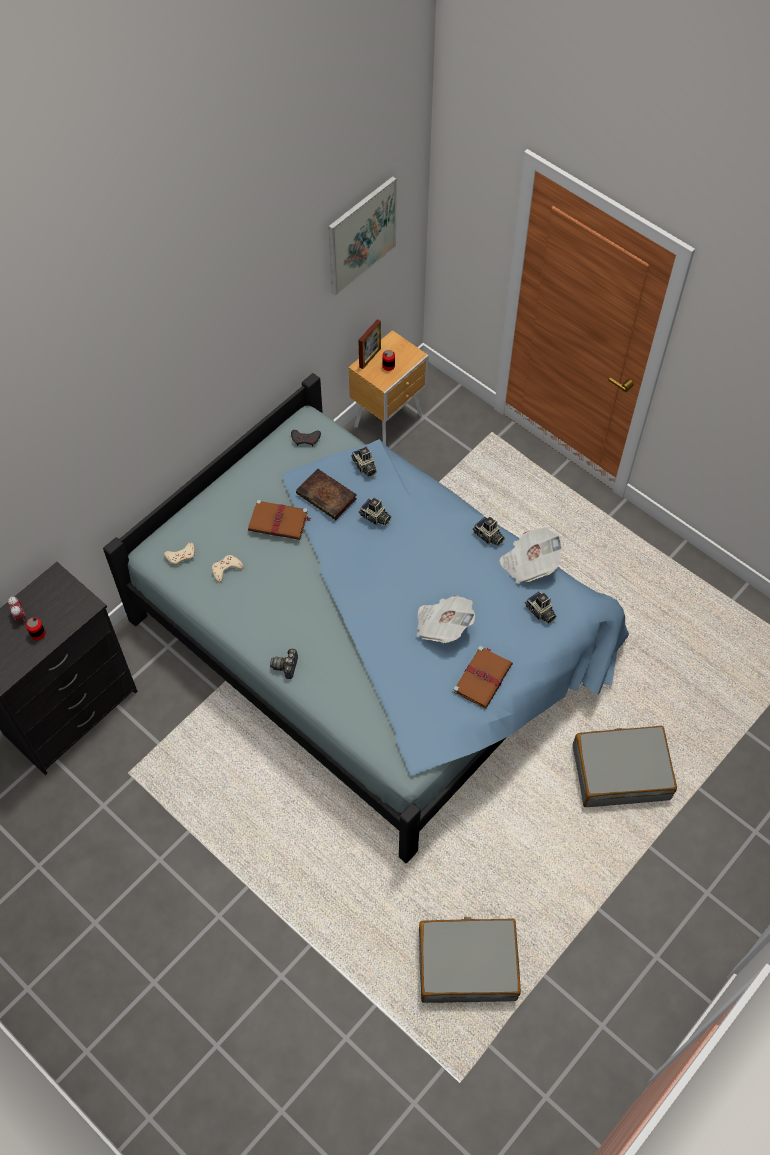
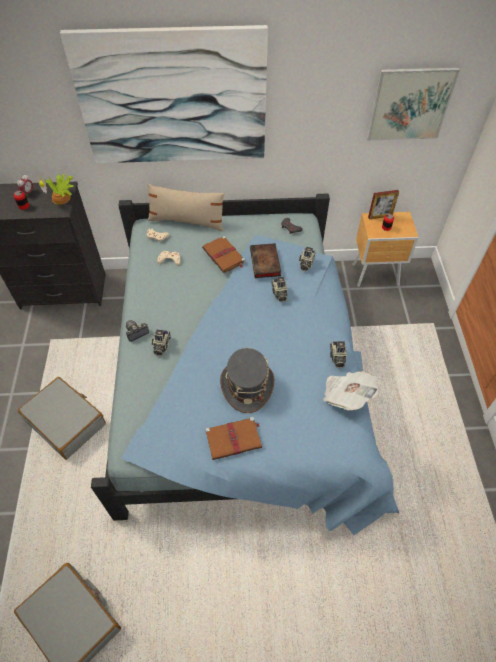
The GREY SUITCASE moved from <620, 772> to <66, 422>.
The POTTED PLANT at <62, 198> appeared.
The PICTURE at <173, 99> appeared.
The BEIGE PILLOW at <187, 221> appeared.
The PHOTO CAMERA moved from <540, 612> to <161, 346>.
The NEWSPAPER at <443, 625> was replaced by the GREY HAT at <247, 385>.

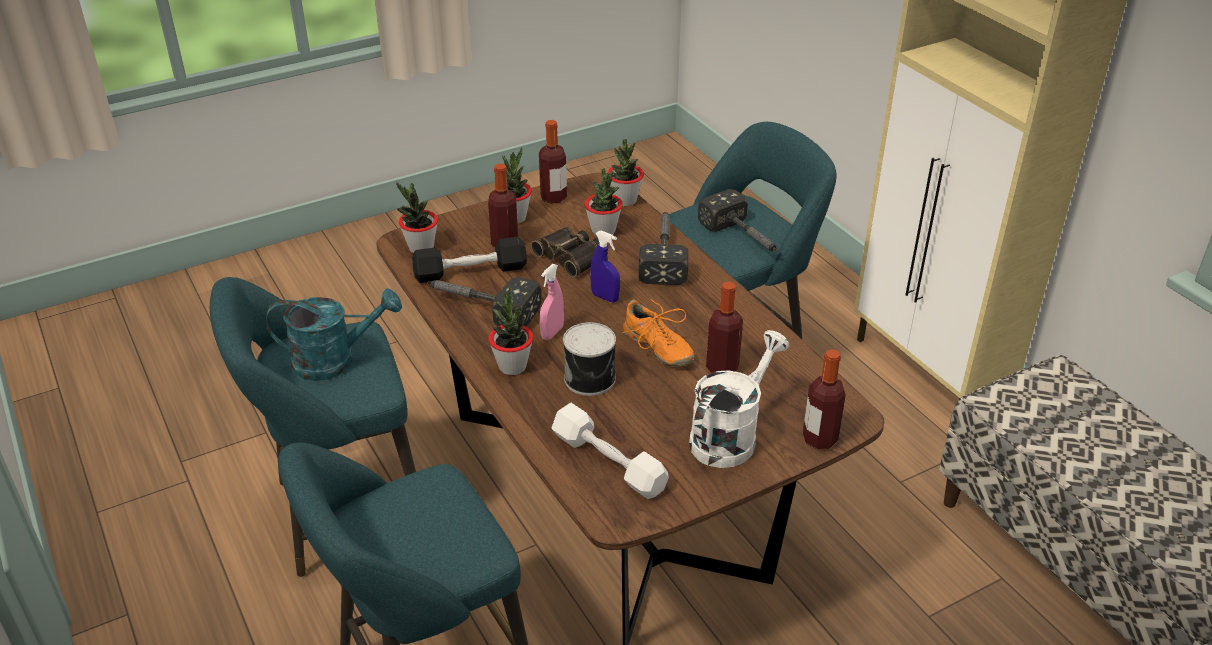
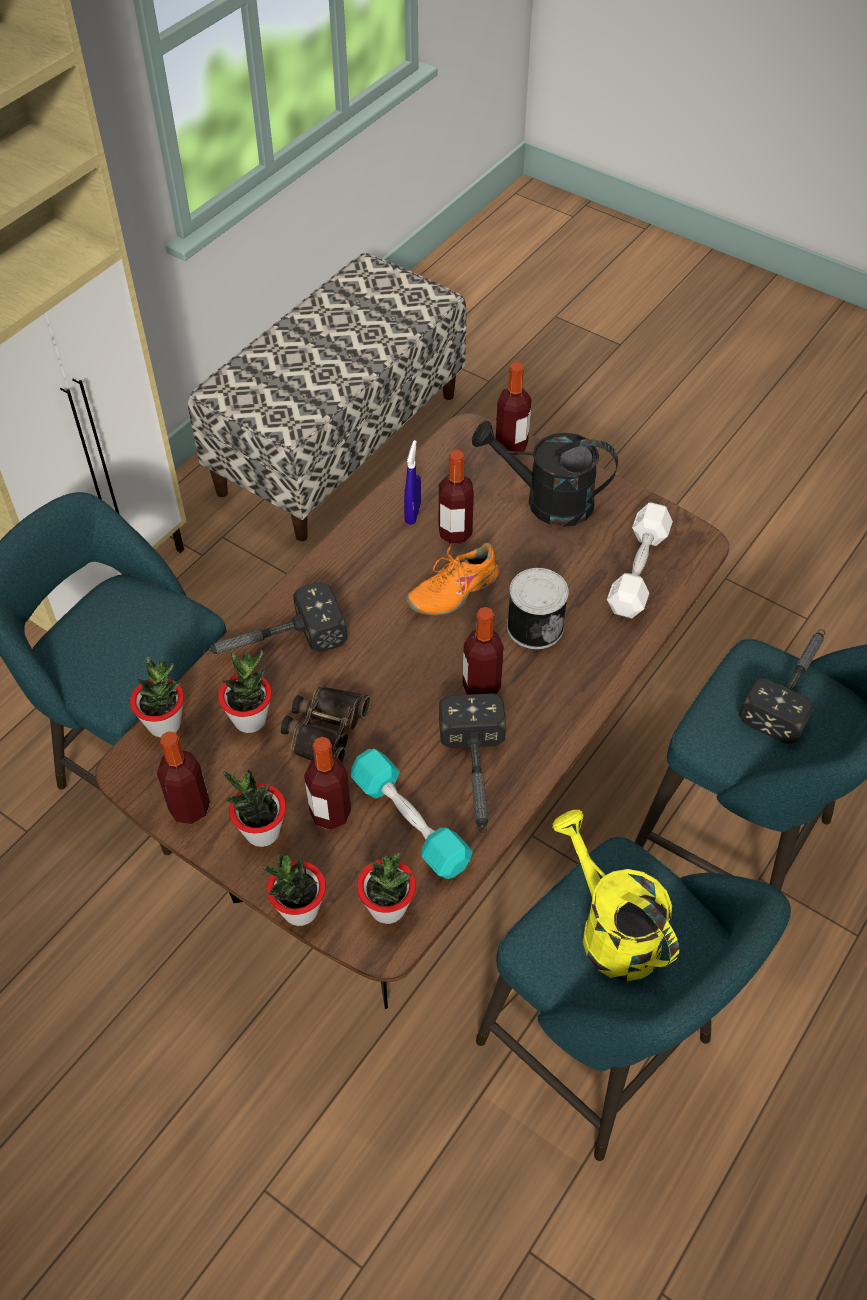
The POTTED PLANT moved from <512, 366> to <300, 910>.
The BLACK DUMBBELL at <470, 271> became the TURQUOISE DUMBBELL at <410, 822>.
The BLUE SPRAY BOTTLE moved from <605, 297> to <412, 514>.
The ORANGE SHOE at <657, 348> turned 150 degrees counterclockwise.
The PINK SPRAY BOTTLE at <552, 333> was replaced by the BOTTLE at <481, 687>.
The WHITE WATERING CAN at <730, 436> became the BLACK WATERING CAN at <547, 501>.
The TURQUOISE WATERING CAN at <335, 360> became the YELLOW WATERING CAN at <610, 930>.
The HAMMER moved from <744, 238> to <792, 686>.

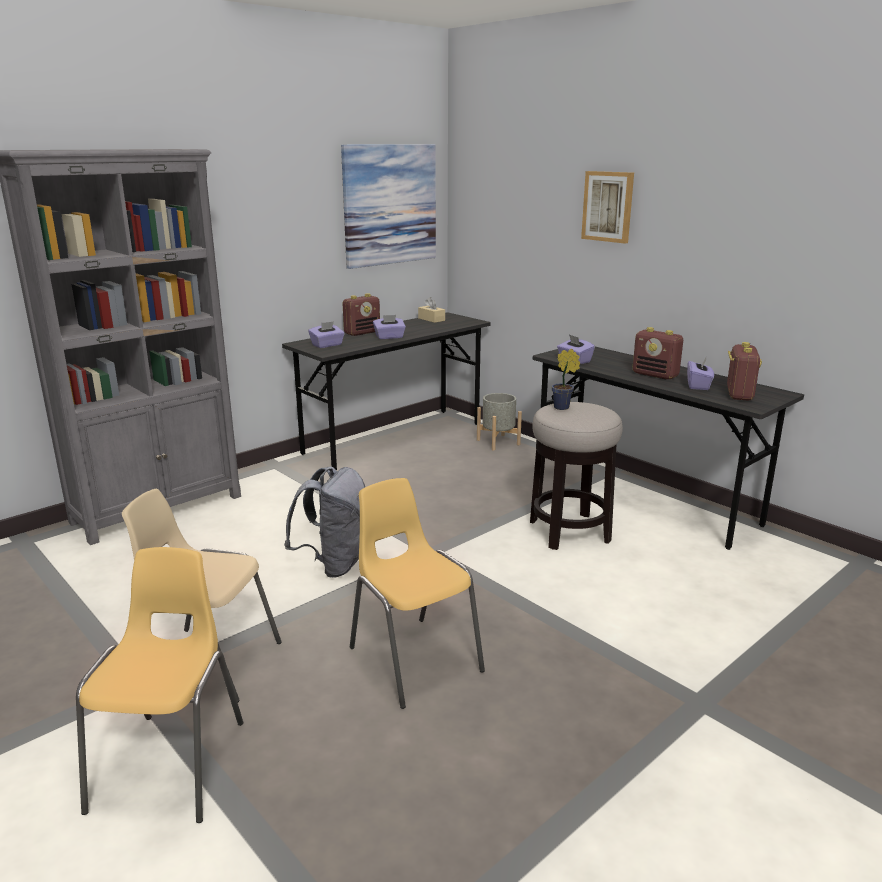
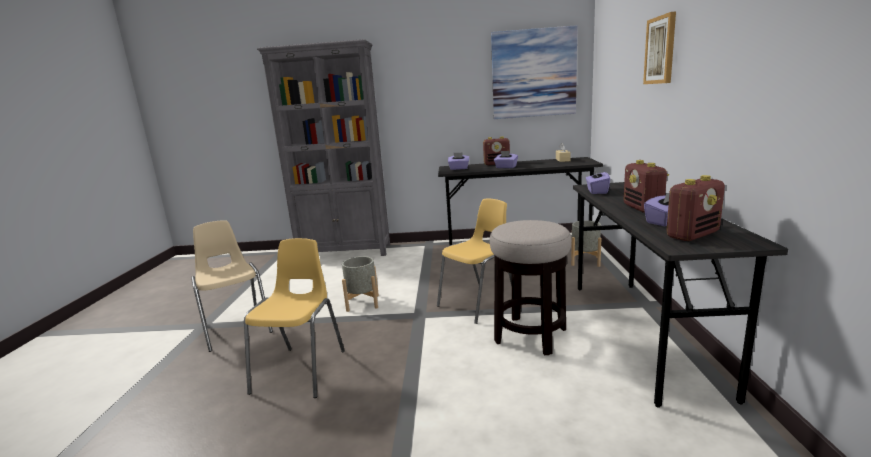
The GREY BACKPACK at <334, 564> was replaced by the GREY PLANTER at <362, 303>.
The YELLOW CHAIR moved from <172, 764> to <478, 303>.
The POTTED PLANT at <563, 407> disappeared.

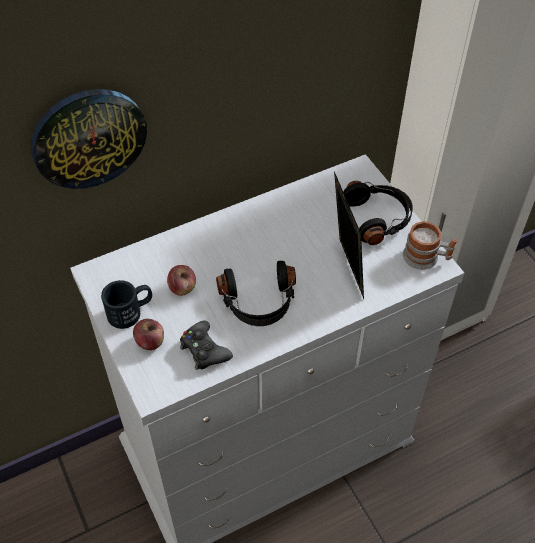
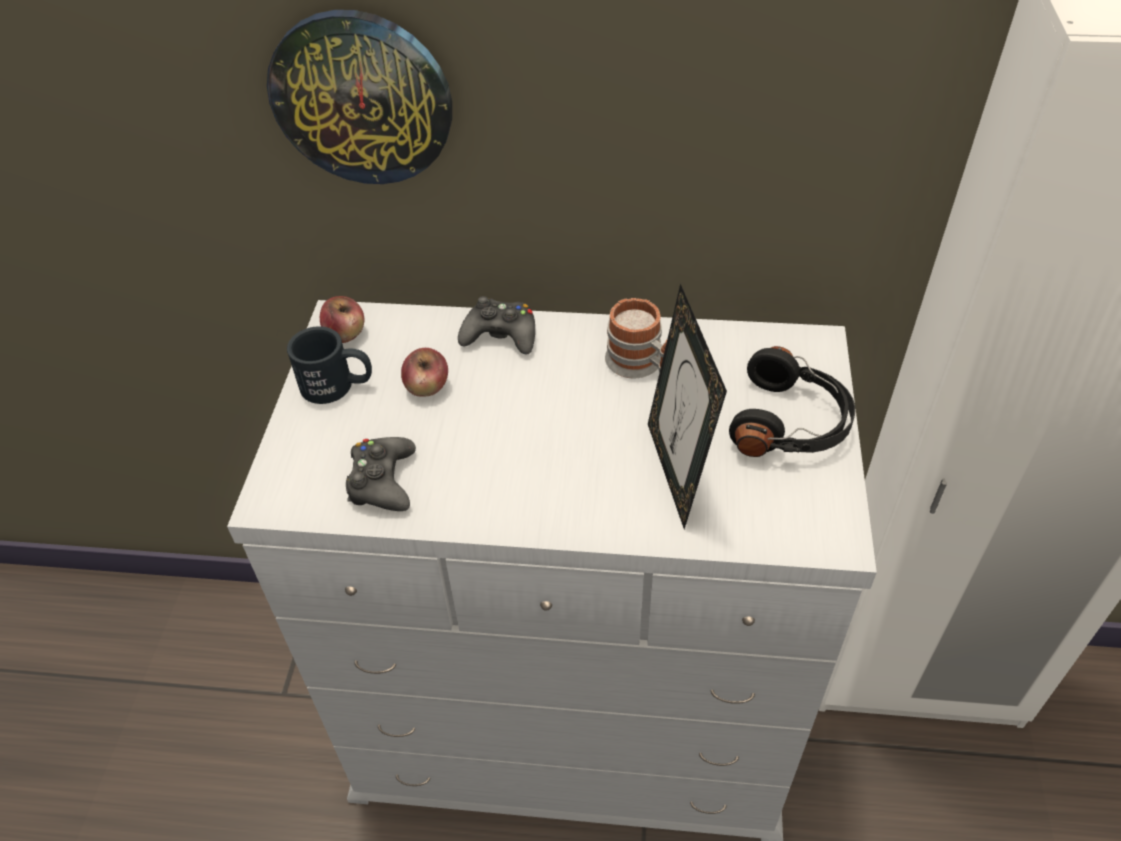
The APPLE moved from <150, 341> to <346, 334>.
The BLACK GAME CONTROLLER at <500, 335> appeared.
The MUG moved from <426, 258> to <640, 365>.
The PICTURE FRAME at <345, 270> turned 150 degrees clockwise.
The BLACK HEADPHONES at <259, 303> disappeared.

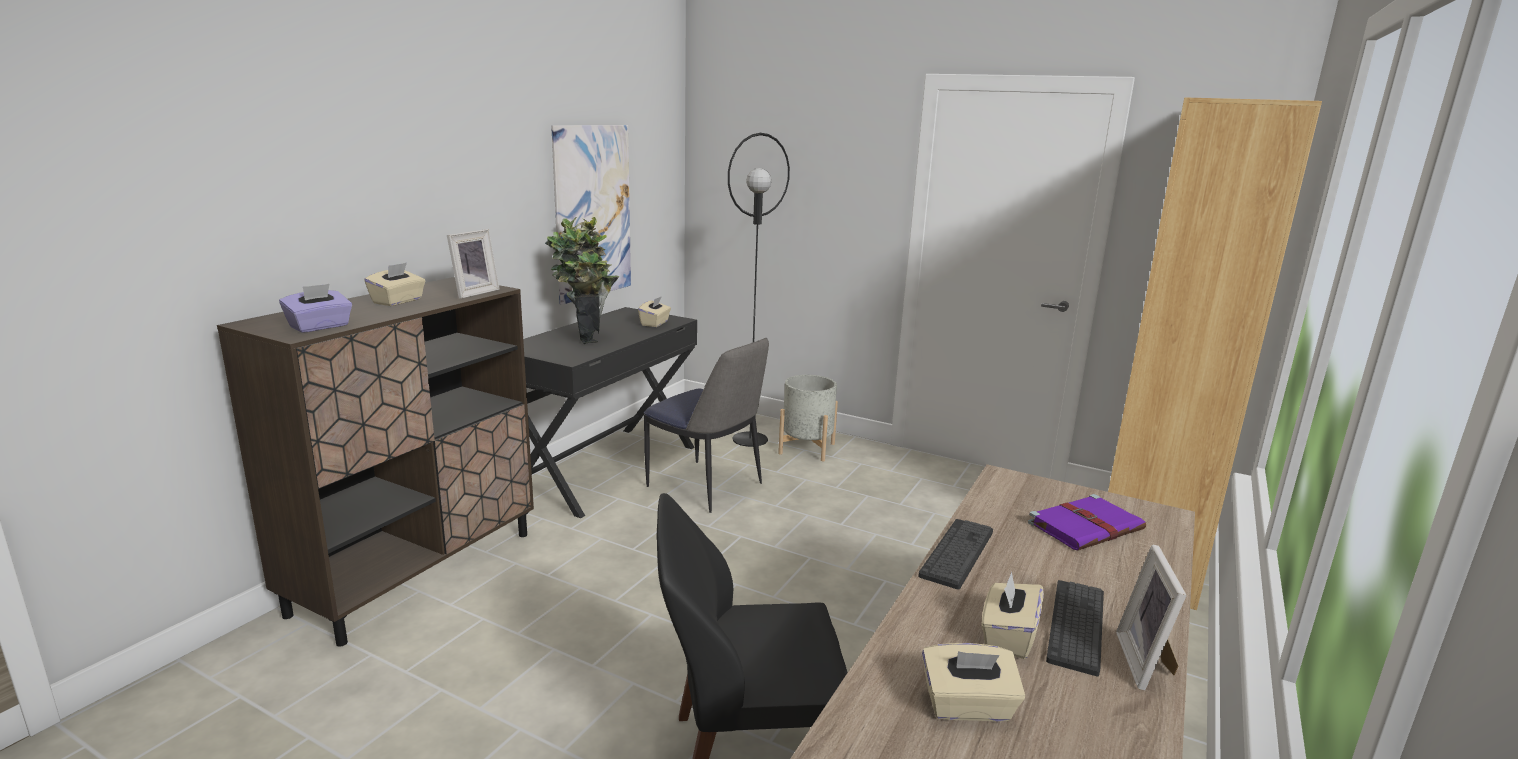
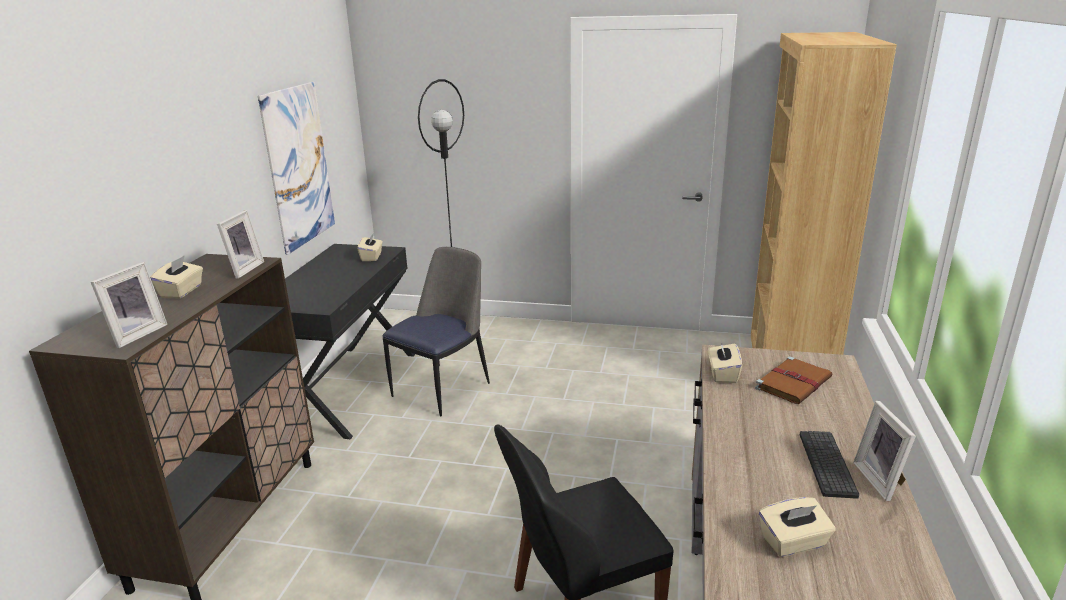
The PURPLE TISSUE BOX at <320, 327> was replaced by the PICTURE FRAME at <135, 334>.
The CHAIR at <707, 486> turned 75 degrees counterclockwise.
The BEIGE TISSUE BOX moved from <1008, 636> to <722, 374>.
The PURPLE BOOK at <1086, 526> became the BROWN BOOK at <794, 382>.
The POTTED PLANT at <586, 336> disappeared.
The GREY PLANTER at <807, 448> disappeared.
The KEYBOARD at <957, 553> disappeared.

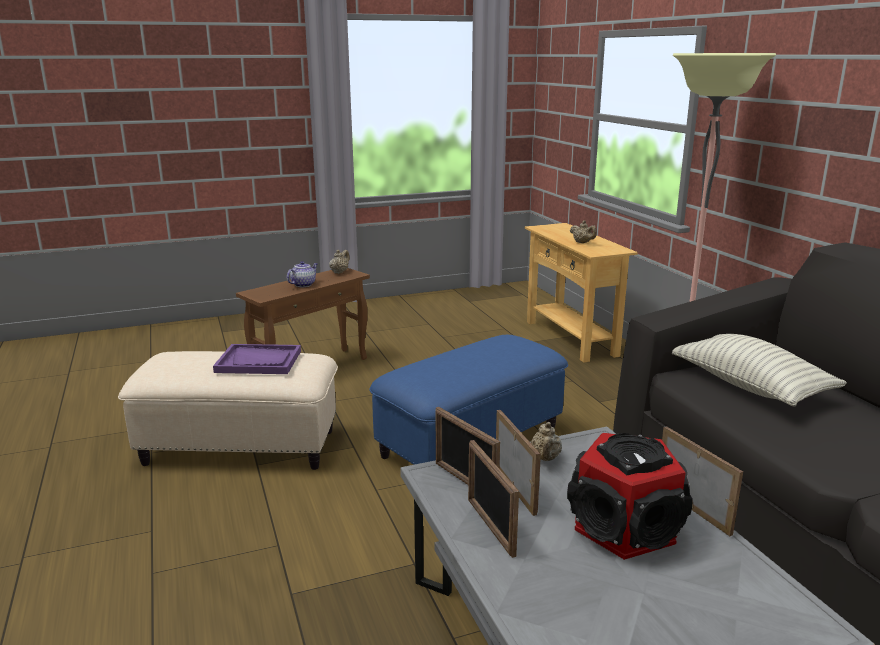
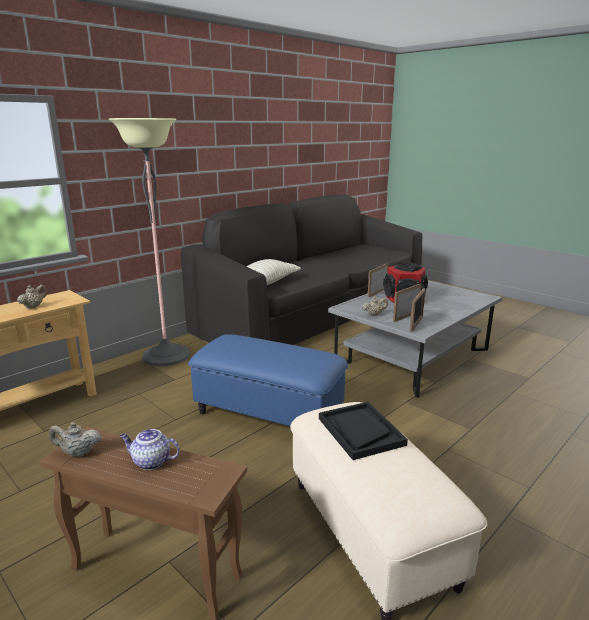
The PURPLE TRAY at <259, 361> became the BLACK TRAY at <360, 431>.
The PICTURE FRAME at <490, 527> disappeared.

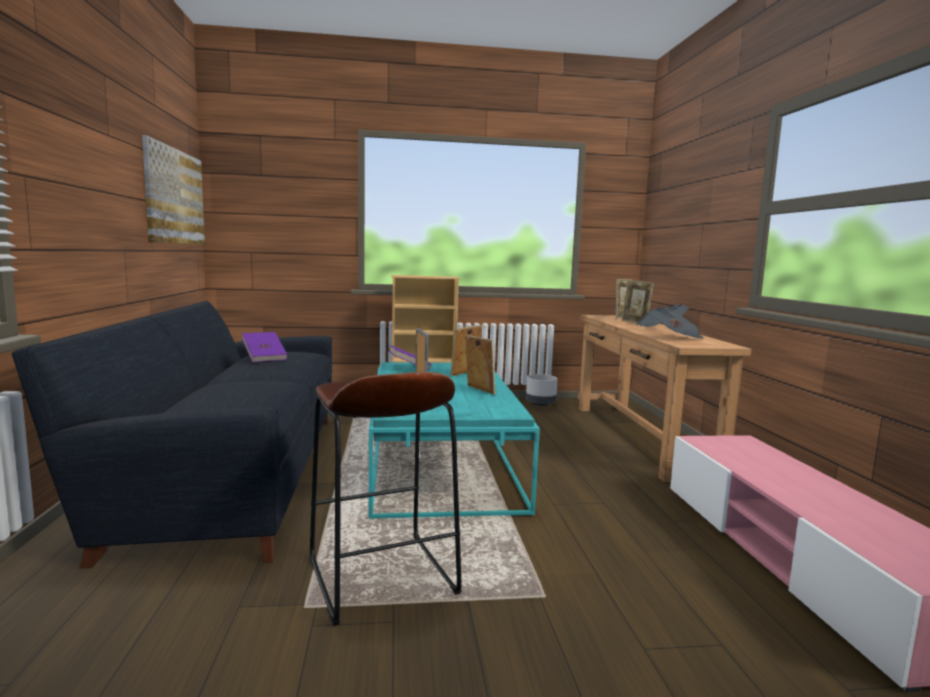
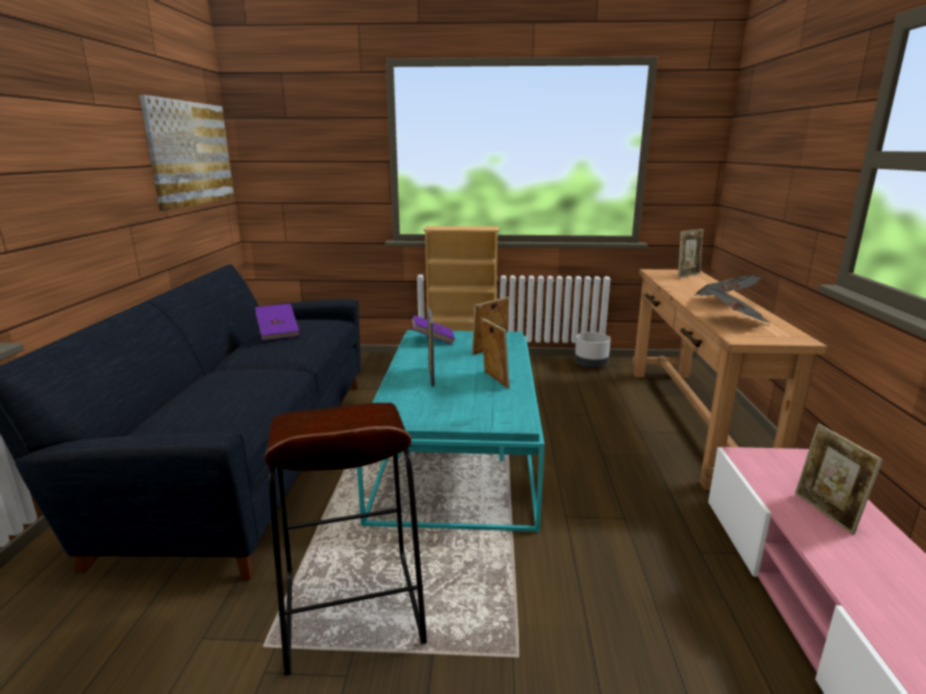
The PICTURE FRAME moved from <635, 323> to <826, 513>.

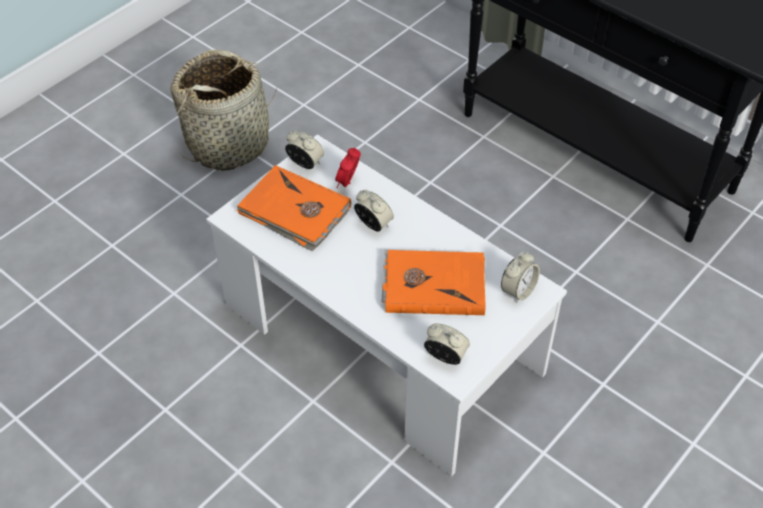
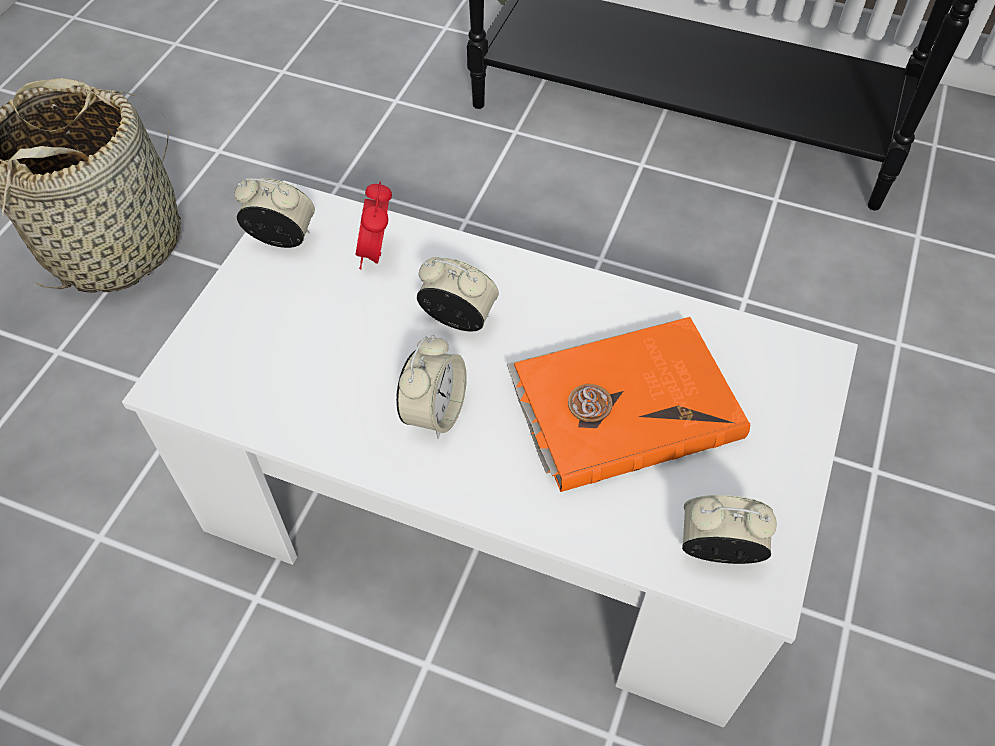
The ALARM CLOCK moved from <518, 291> to <434, 412>.
The ORANGE BOOK at <294, 212> disappeared.

